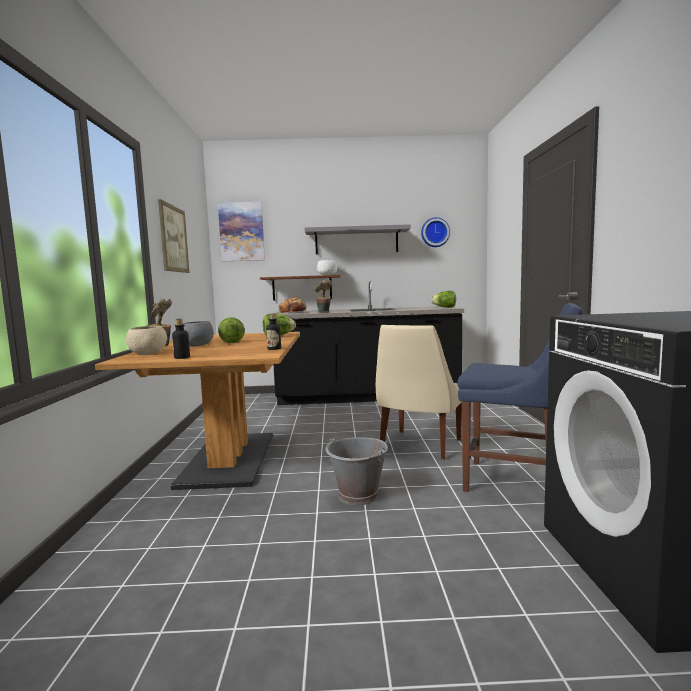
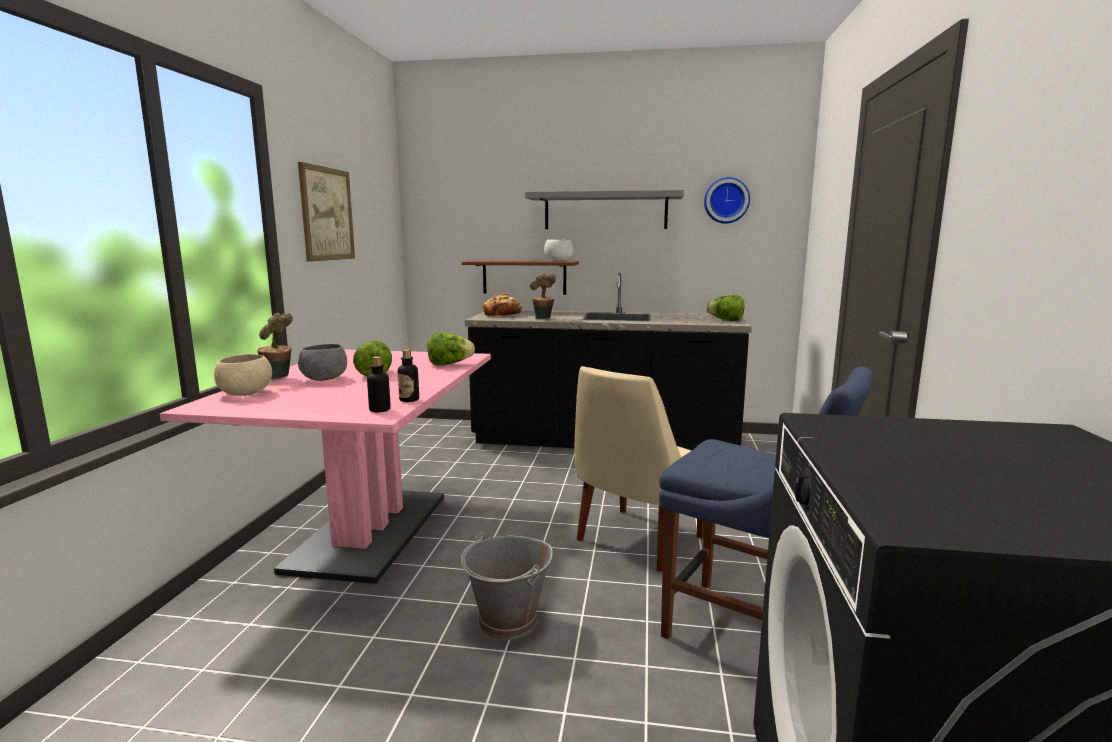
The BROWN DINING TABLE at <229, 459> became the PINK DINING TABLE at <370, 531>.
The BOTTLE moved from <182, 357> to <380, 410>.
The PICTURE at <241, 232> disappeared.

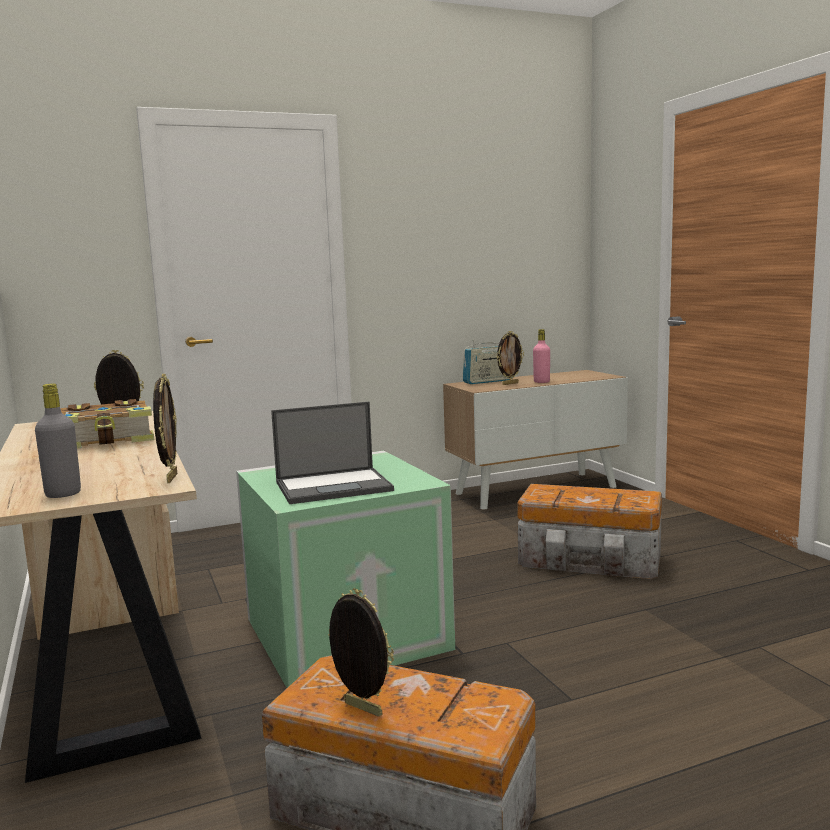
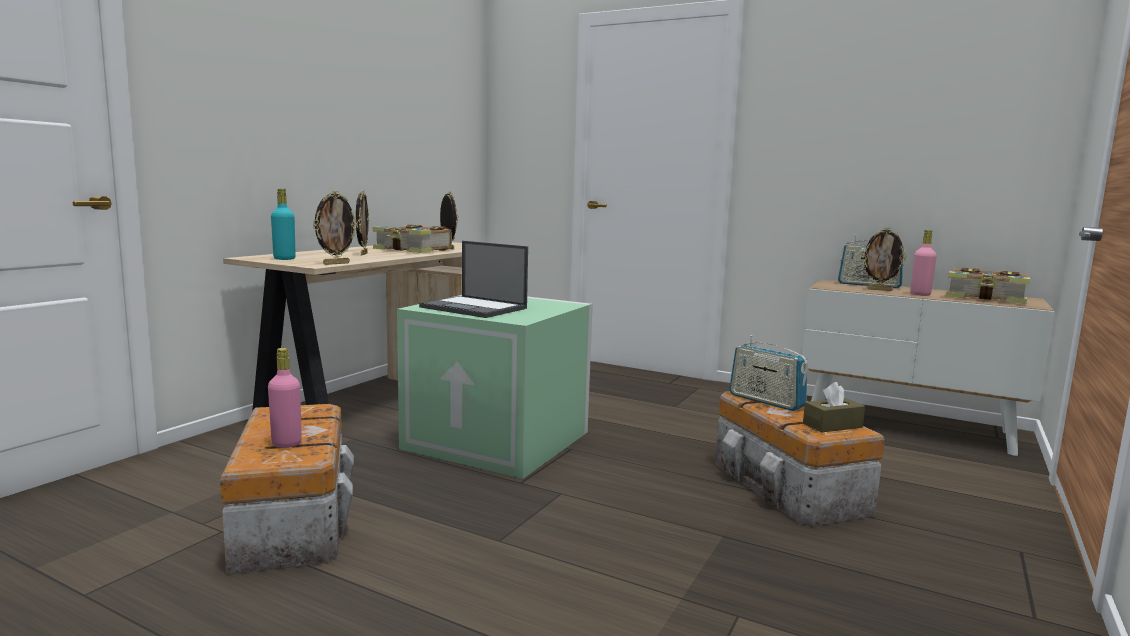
The PINK BOTTLE at <286, 443> appeared.
The GREY BOTTLE at <63, 494> became the TURQUOISE BOTTLE at <284, 259>.
The PICTURE FRAME moved from <361, 710> to <363, 254>.
The RADIO at <766, 401> appeared.
The BROWN TISSUE BOX at <832, 425> appeared.
The BOOK at <986, 298> appeared.

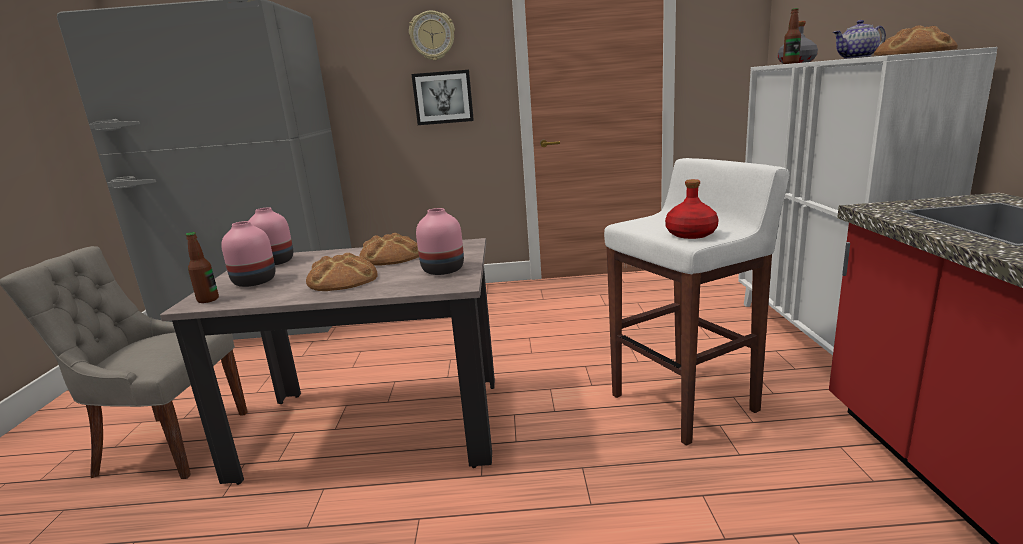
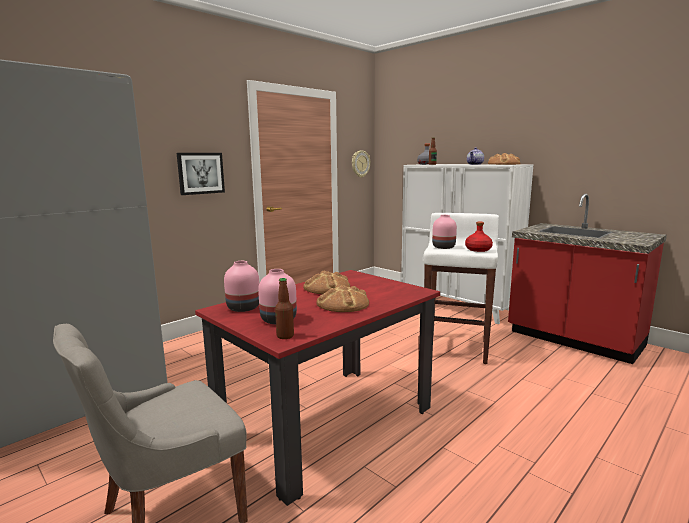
The BEIGE DINING TABLE at <374, 427> became the RED DINING TABLE at <327, 423>.
The WALL CLOCK moved from <432, 36> to <360, 164>.
The PINK VASE moved from <443, 269> to <443, 247>.

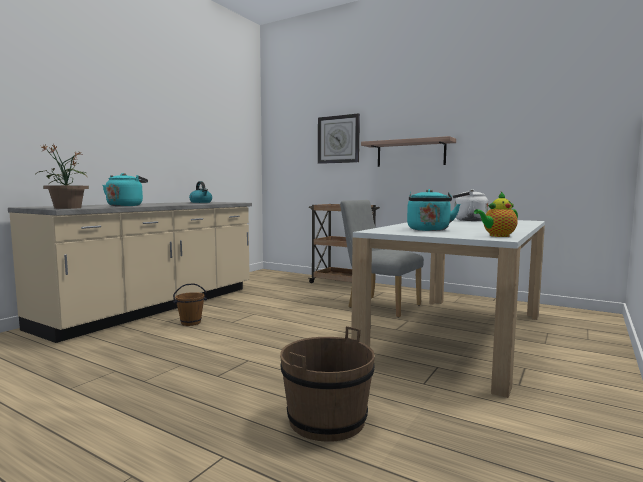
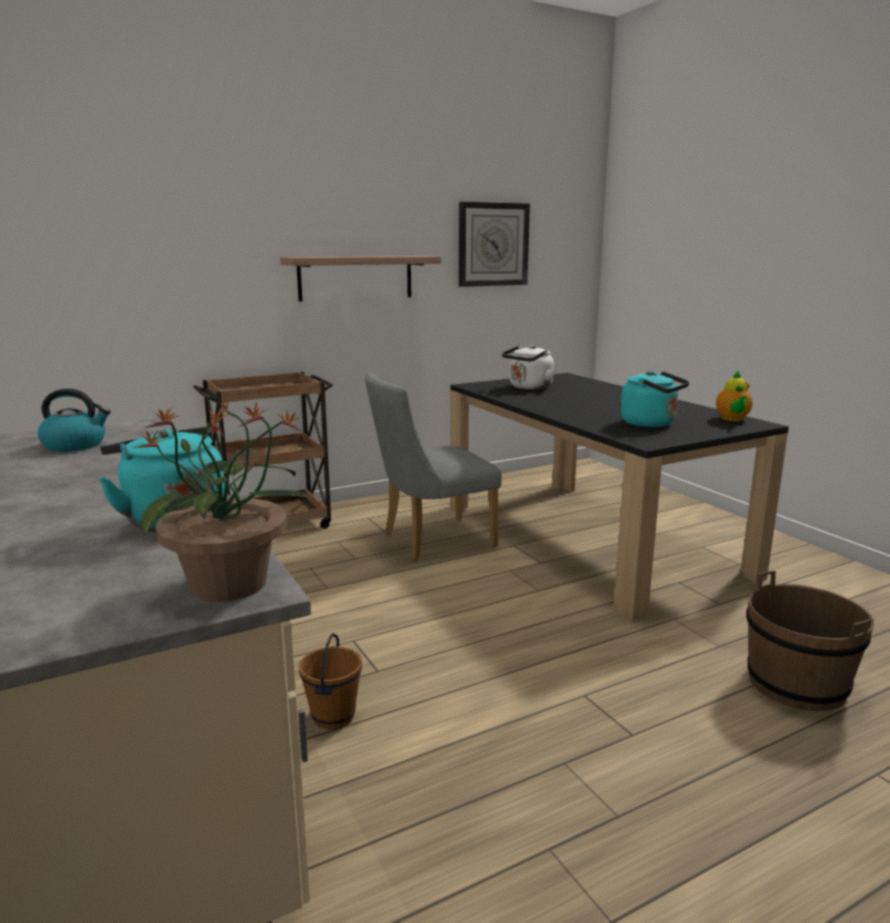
The WHITE DINING TABLE at <458, 334> became the BLACK DINING TABLE at <588, 538>.
The WALL CLOCK moved from <338, 139> to <493, 244>.

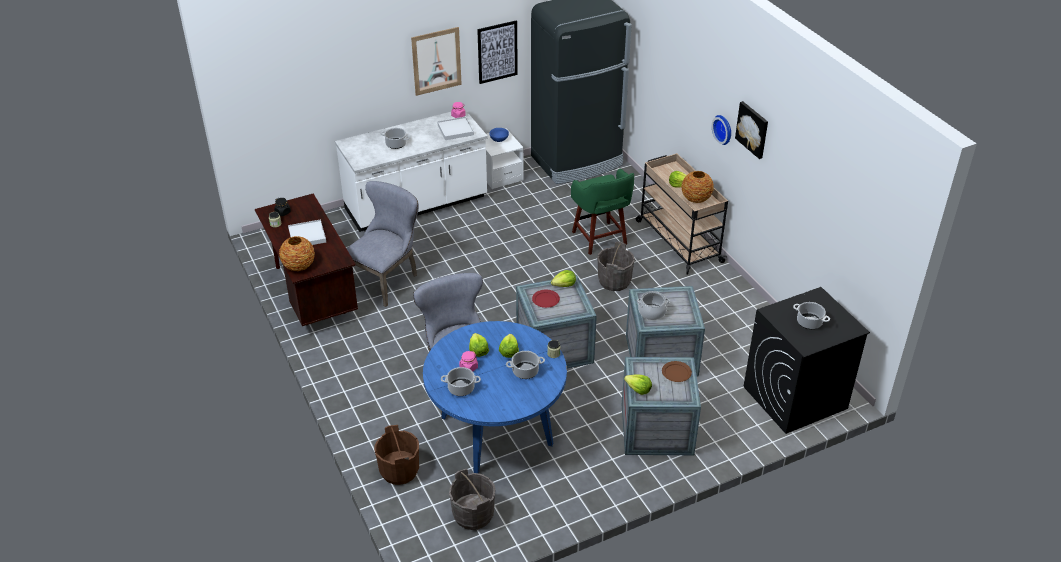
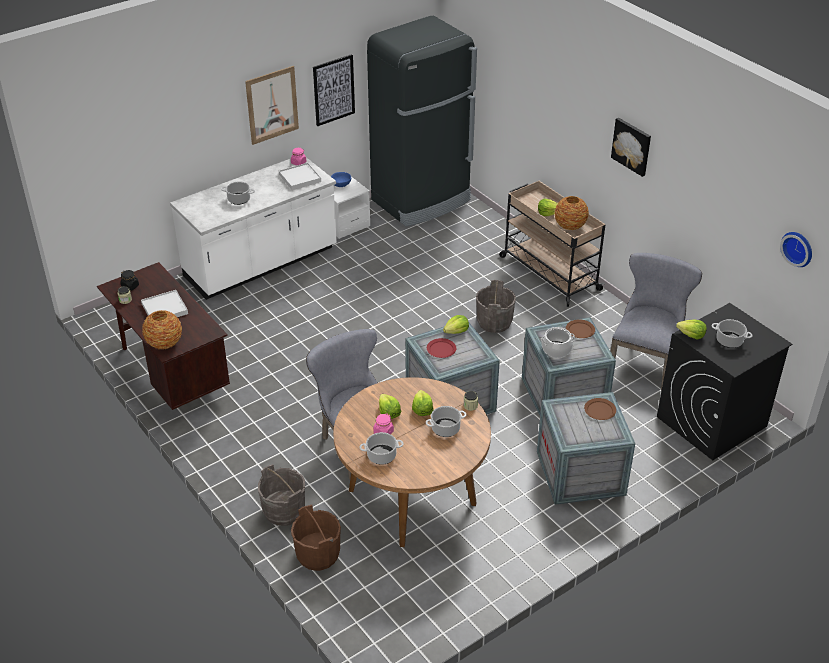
The GREY BUCKET moved from <473, 515> to <284, 511>.
The BLUE DINING TABLE at <496, 430> became the BROWN DINING TABLE at <412, 497>.
The BROWN PLATE at <580, 330> appeared.
The GREY CHAIR moved from <387, 279> to <645, 360>.
The LETTUCE moved from <638, 389> to <691, 335>.
The WALL CLOCK moved from <724, 129> to <798, 248>.
The GREEN STOOL at <600, 239> disappeared.

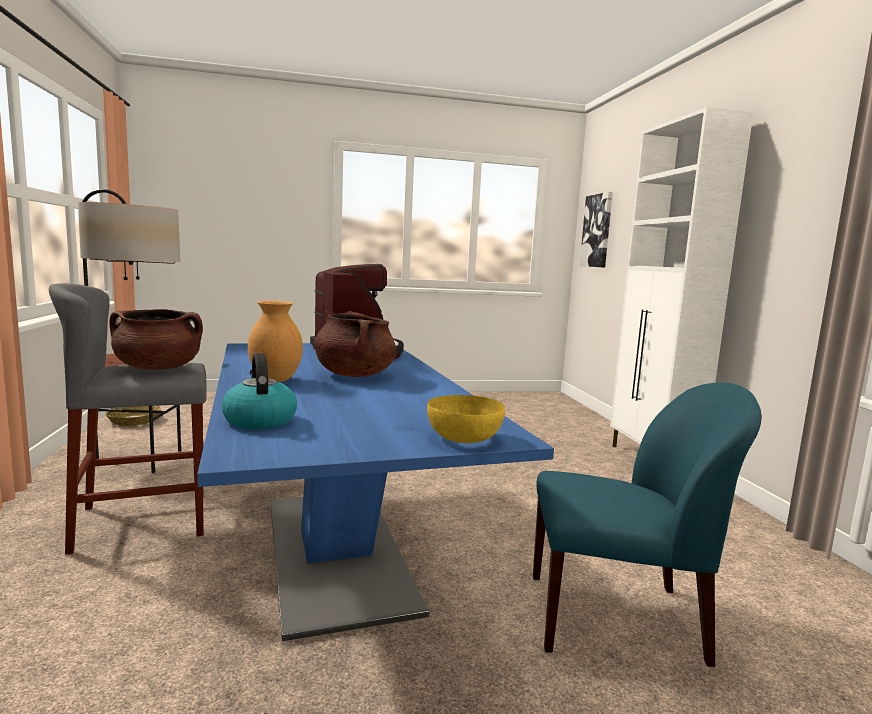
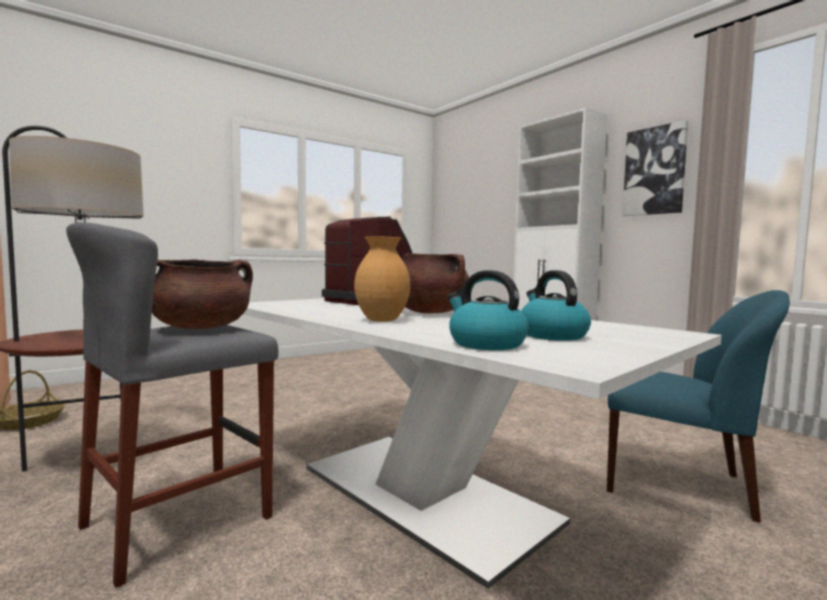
The BLUE DINING TABLE at <336, 552> became the WHITE DINING TABLE at <424, 495>.
The KETTLE at <551, 335> appeared.
The BLUE CHAIR at <618, 618> turned 45 degrees clockwise.
The PICTURE moved from <597, 231> to <654, 171>.
The YELLOW BOWL at <464, 438> disappeared.

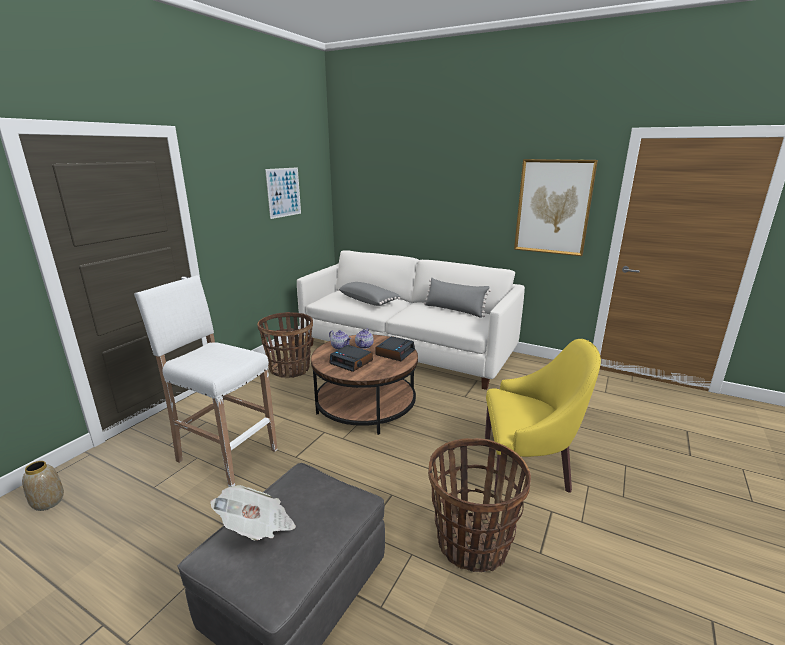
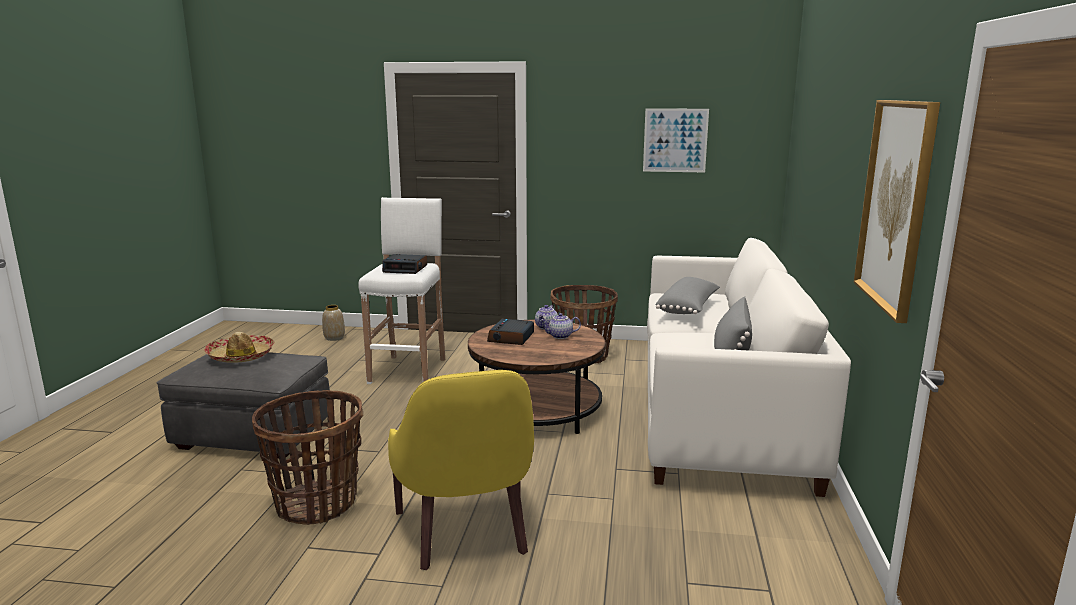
The NEWSPAPER at <257, 527> was replaced by the HAT at <240, 356>.
The ALARM CLOCK moved from <395, 352> to <406, 269>.

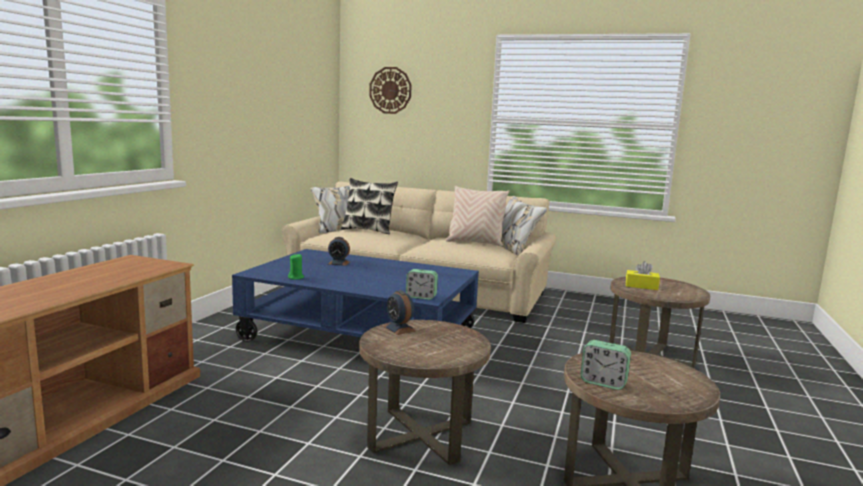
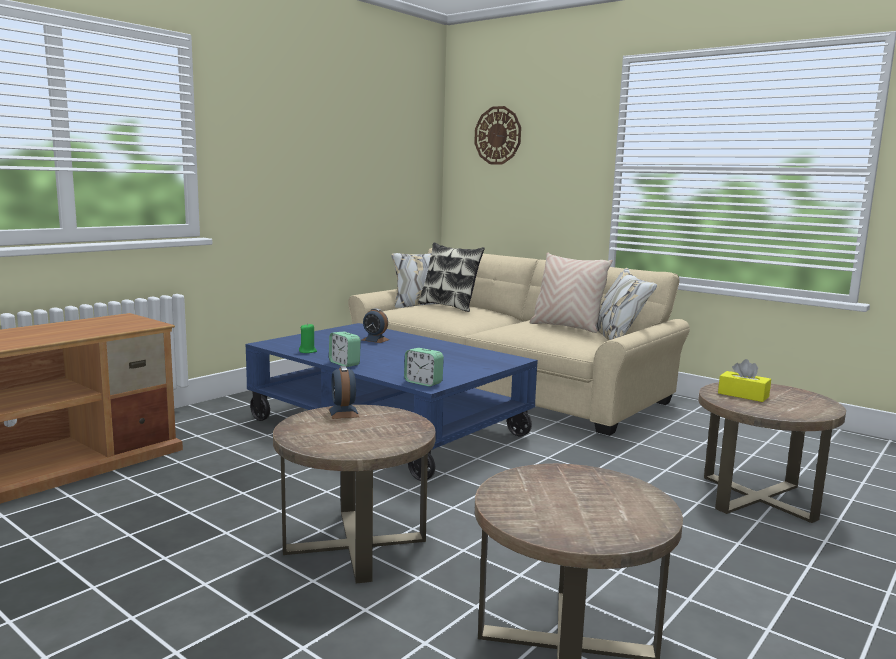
The ALARM CLOCK moved from <603, 383> to <344, 363>.

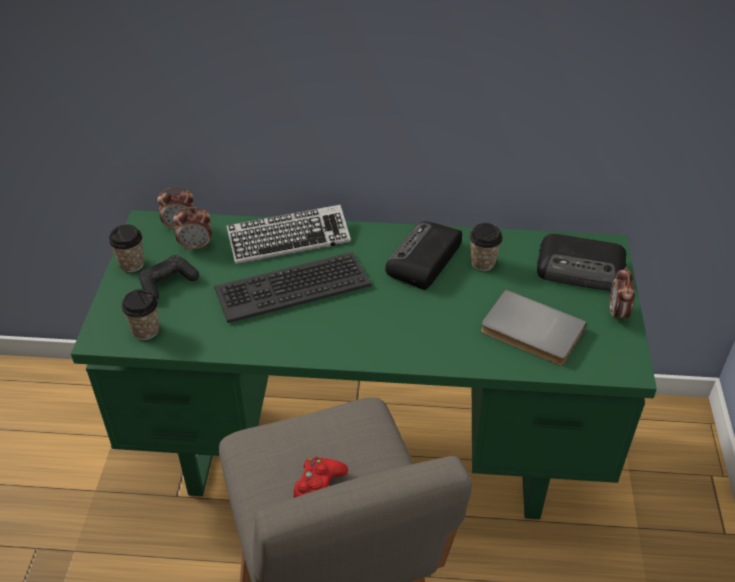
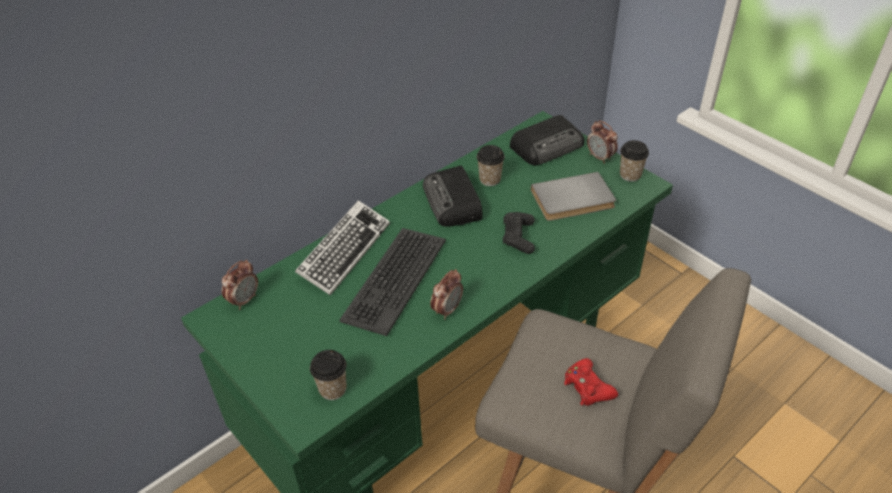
The ALARM CLOCK moved from <196, 246> to <447, 310>.
The BLACK GAME CONTROLLER moved from <167, 283> to <518, 237>.
The CUP moved from <131, 264> to <630, 175>.

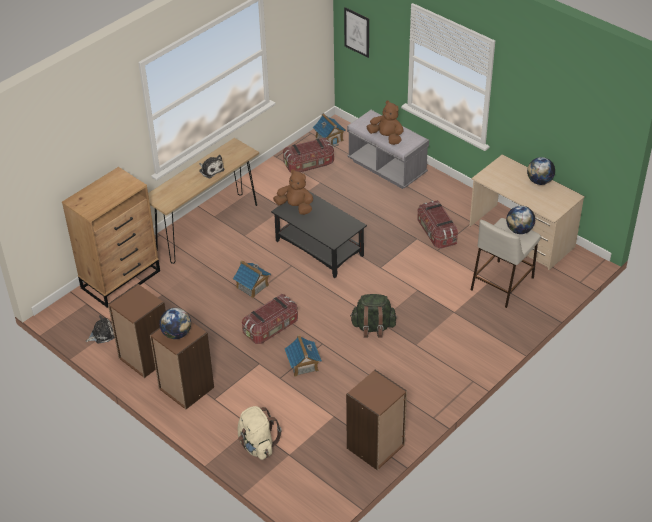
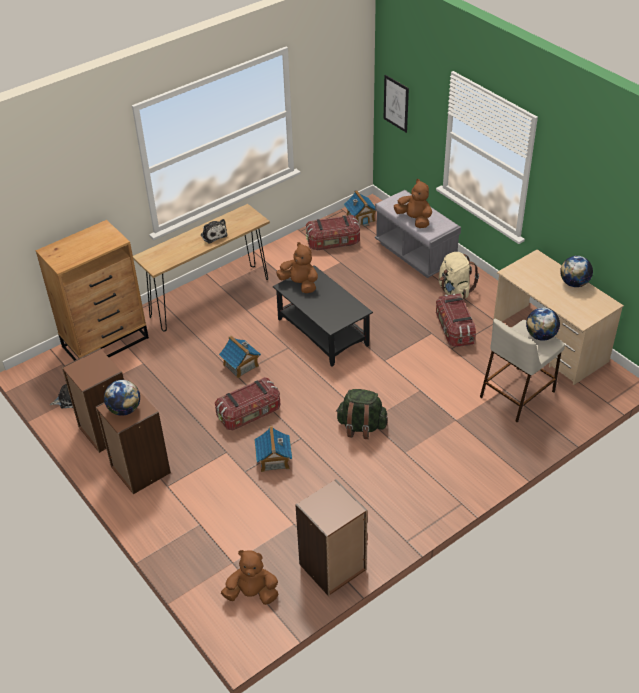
The BROWN PLUSH TOY at <252, 593> appeared.
The BEIGE BACKPACK moved from <257, 445> to <454, 291>.

